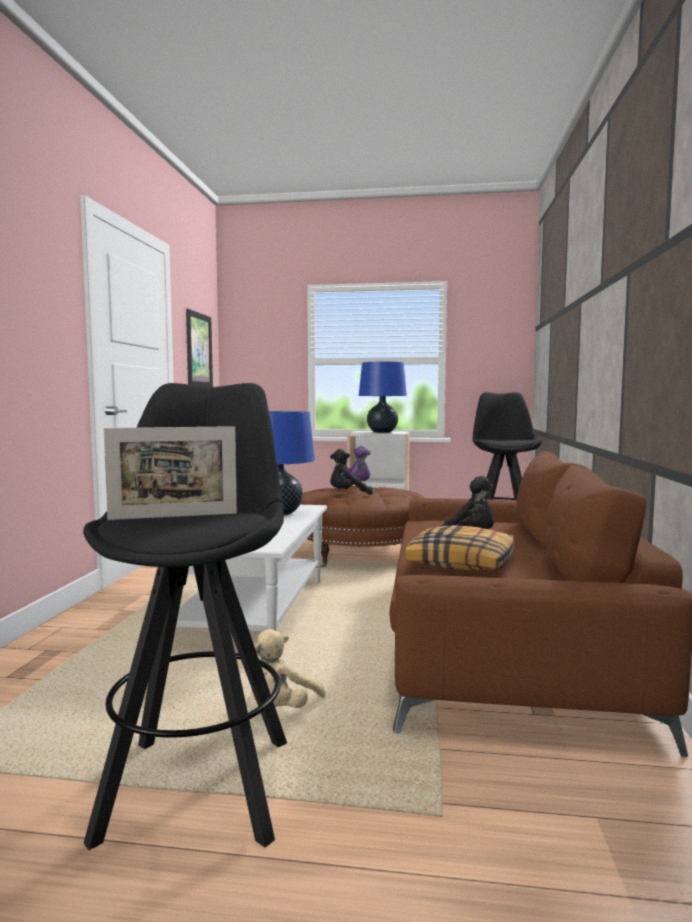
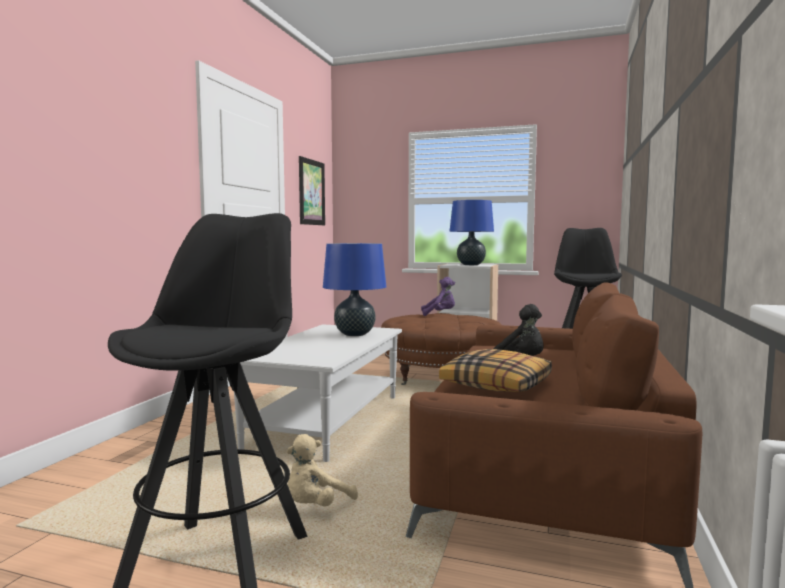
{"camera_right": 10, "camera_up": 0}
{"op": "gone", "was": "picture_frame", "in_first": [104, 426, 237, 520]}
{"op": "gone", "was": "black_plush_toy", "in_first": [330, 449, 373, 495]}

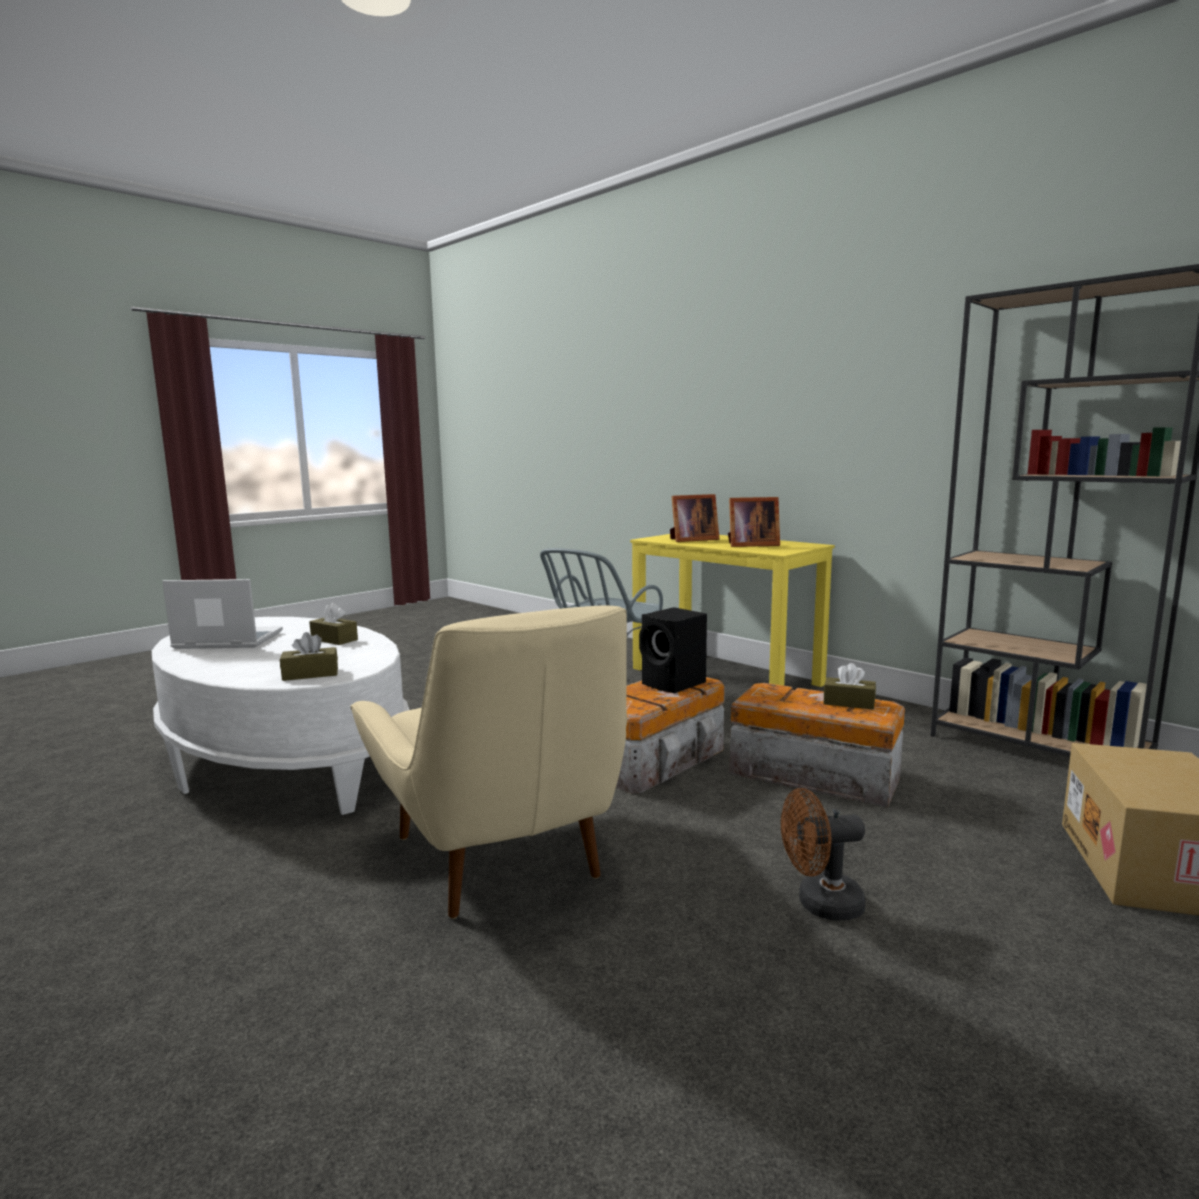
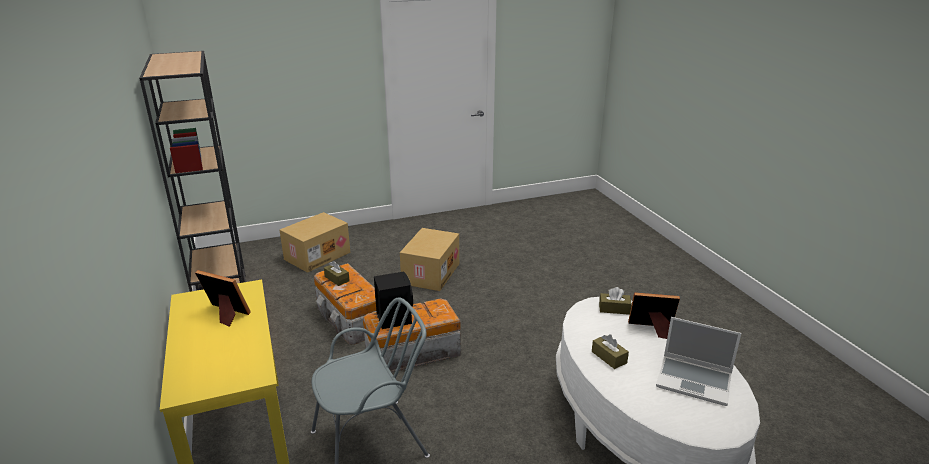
{"camera_right": -155, "camera_up": 15}
{"op": "swapped", "was": "brown_fan", "now": "cardboard_box", "in_first": [781, 788, 865, 921], "in_second": [400, 228, 459, 291]}
{"op": "shifted", "was": "picture_frame", "in_first": [670, 494, 719, 542], "in_second": [628, 292, 680, 339]}
{"op": "gone", "was": "beige_armchair", "in_first": [350, 606, 627, 919]}

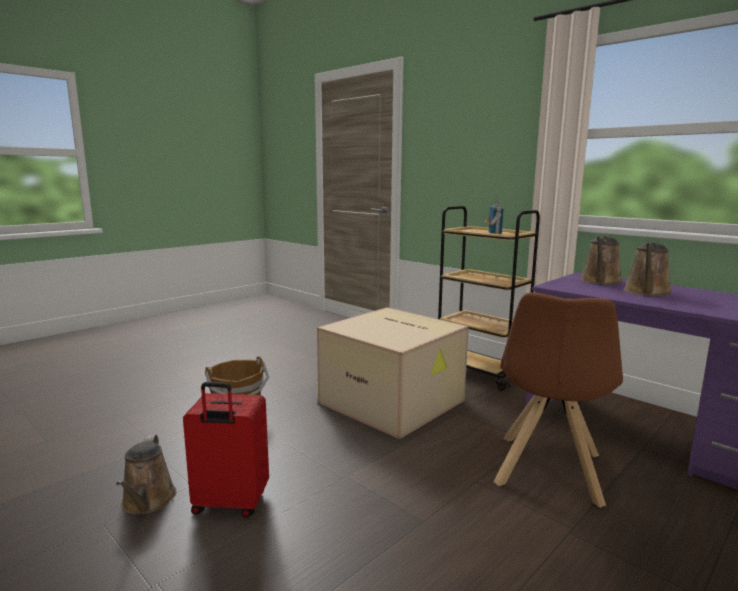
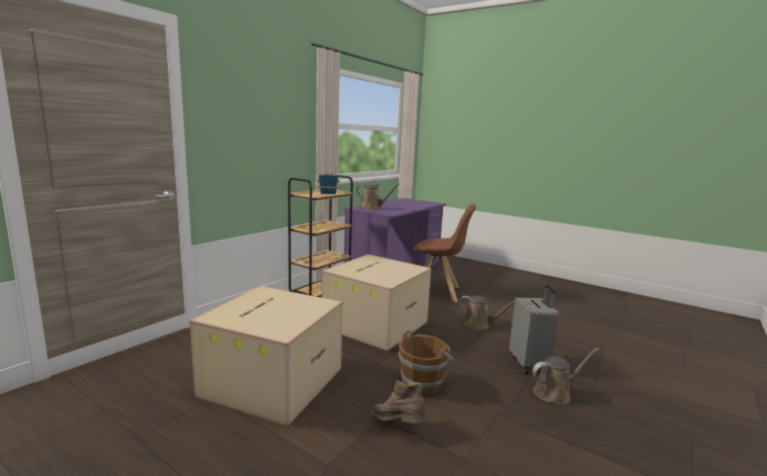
{"camera_right": -100, "camera_up": 0}
{"op": "new", "now": "cardboard_box", "in_second": [190, 286, 343, 426]}
{"op": "new", "now": "brown_boot", "in_second": [371, 379, 426, 423]}
{"op": "shifted", "was": "brown_watering_can", "in_first": [624, 242, 672, 296], "in_second": [459, 296, 515, 330]}
{"op": "repainted", "was": "red_suitcase", "now": "grey_suitcase", "in_first": [183, 382, 269, 517], "in_second": [509, 285, 559, 374]}

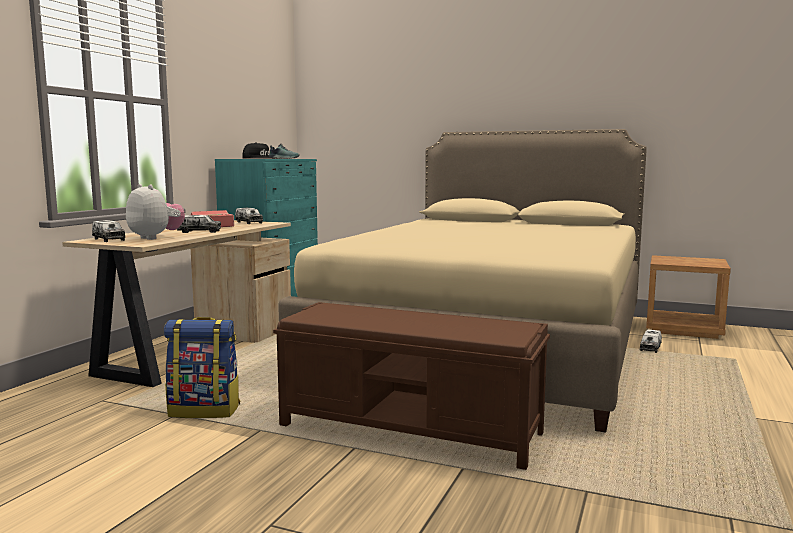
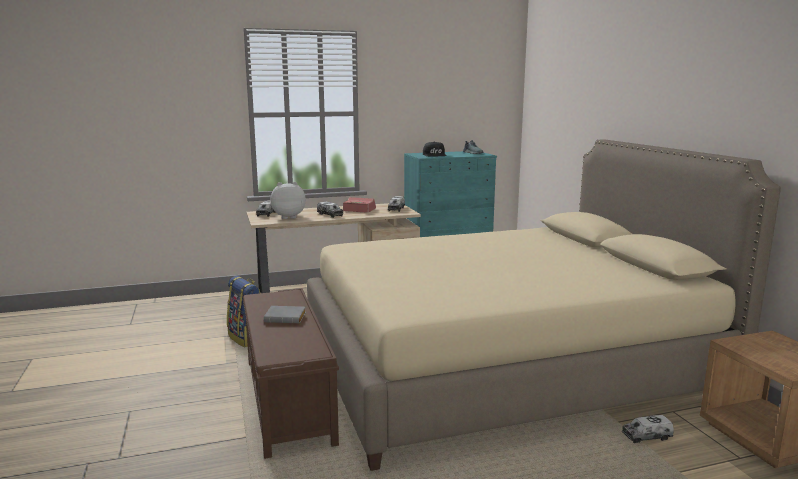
{"camera_right": 50, "camera_up": 5}
{"op": "new", "now": "grey_book", "in_second": [264, 306, 306, 323]}
{"op": "rotated", "was": "plush_toy", "in_first": [126, 184, 185, 240], "in_second": [270, 182, 306, 219], "clockwise": -105}

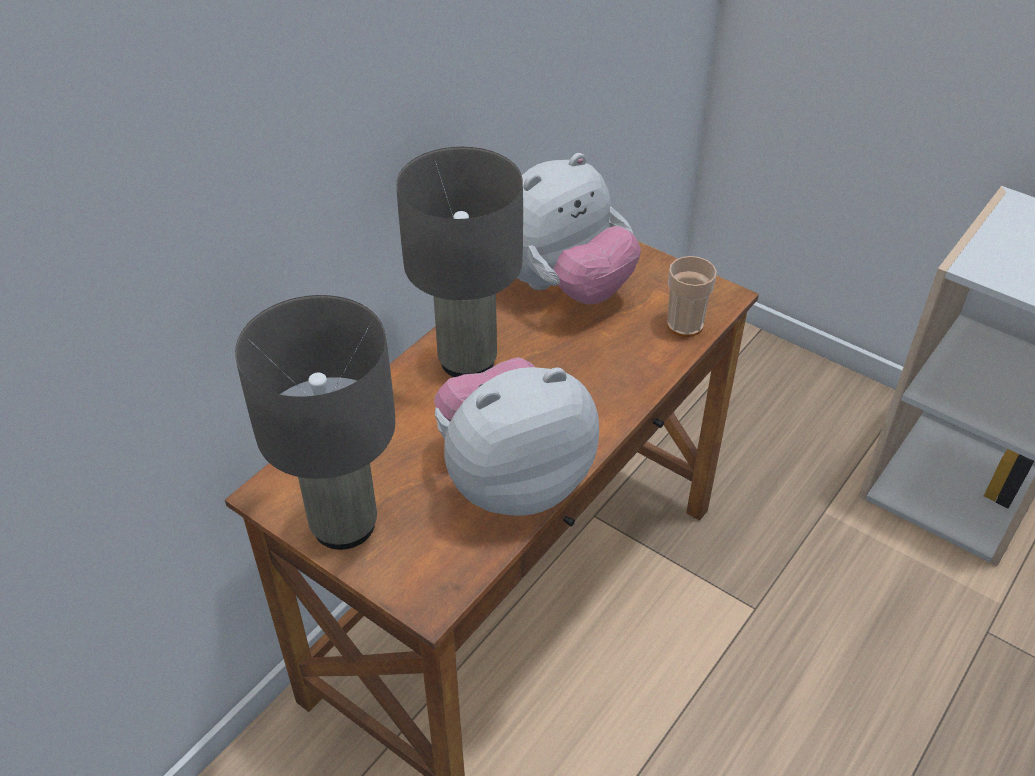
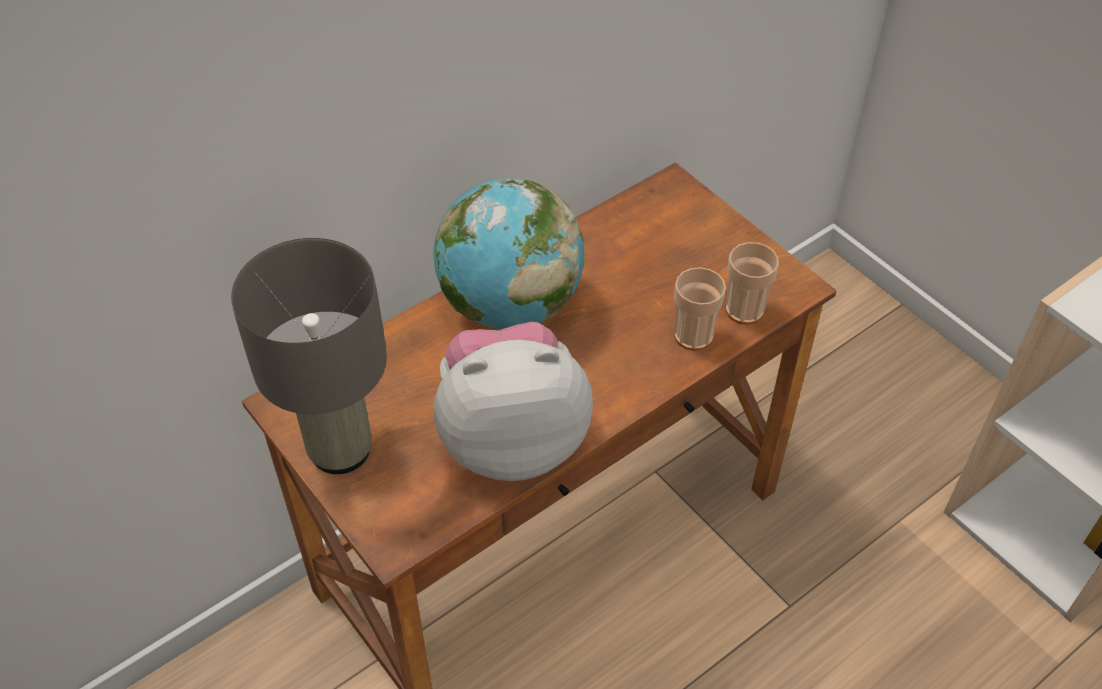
{"camera_right": 15, "camera_up": 5}
{"op": "swapped", "was": "grey_table_lamp", "now": "globe", "in_first": [396, 147, 523, 377], "in_second": [433, 178, 584, 329]}
{"op": "new", "now": "cup", "in_second": [674, 267, 726, 351]}
{"op": "gone", "was": "plush_toy", "in_first": [517, 153, 641, 304]}

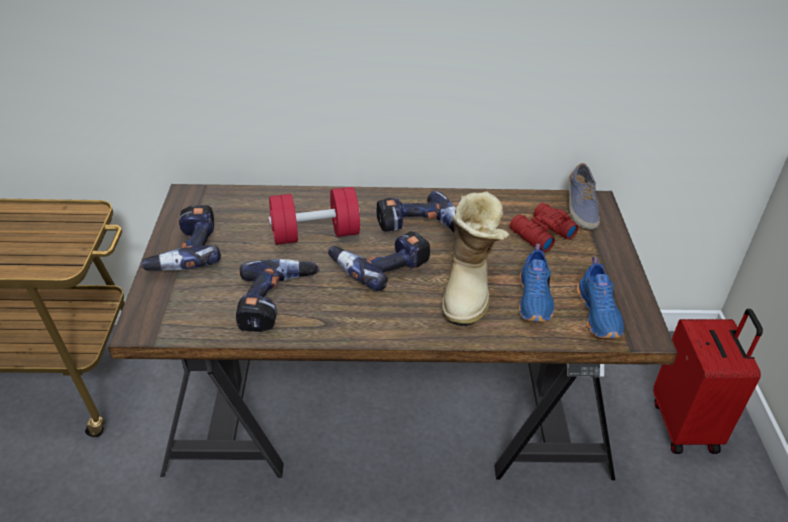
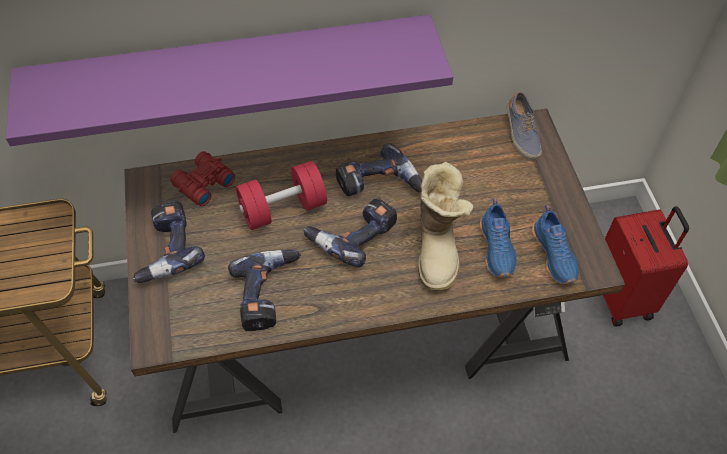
{"camera_right": -10, "camera_up": 15}
{"op": "new", "now": "purple_shelf", "in_second": [6, 15, 453, 146]}
{"op": "shifted", "was": "red_binoculars", "in_first": [510, 203, 578, 252], "in_second": [170, 151, 235, 206]}

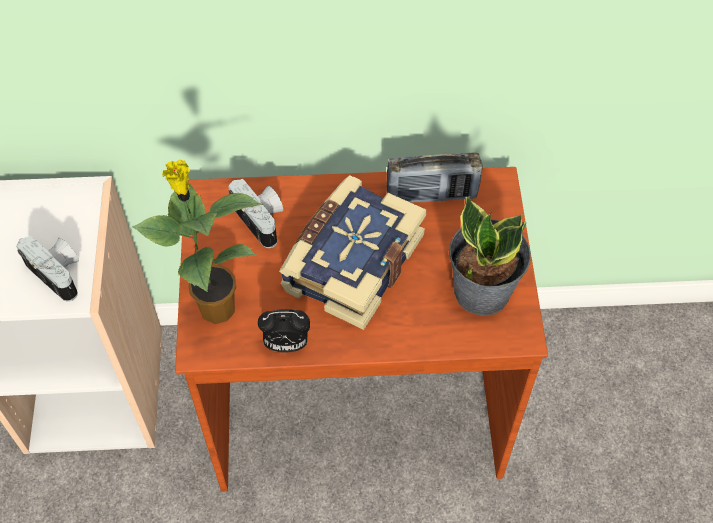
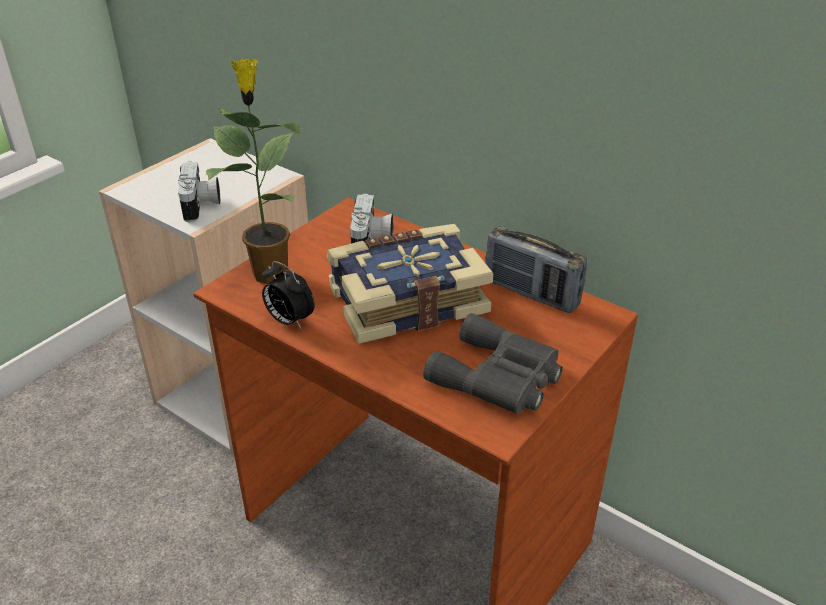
{"camera_right": 40, "camera_up": -20}
{"op": "swapped", "was": "potted_plant", "now": "grey_binoculars", "in_first": [449, 196, 531, 316], "in_second": [423, 313, 563, 414]}

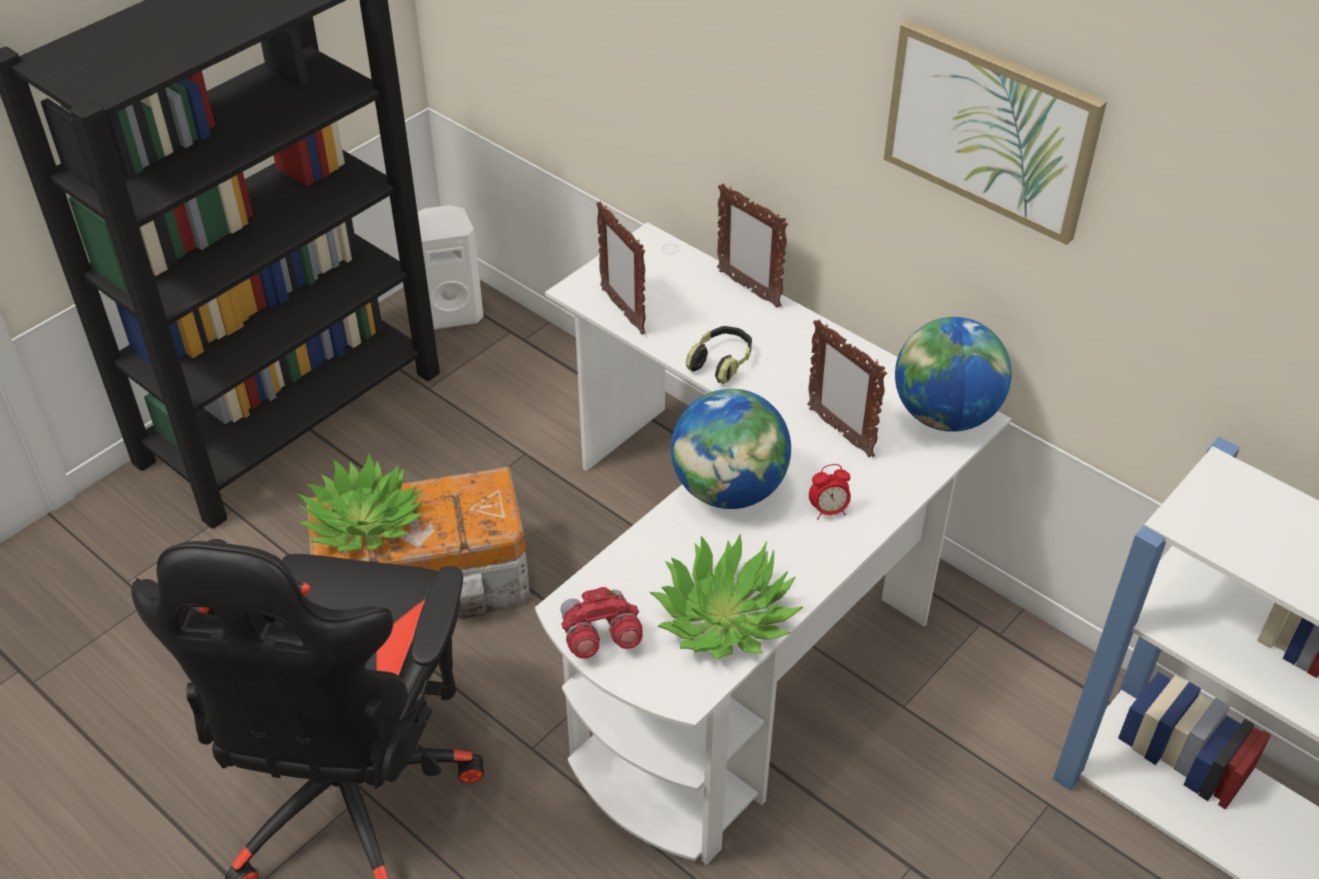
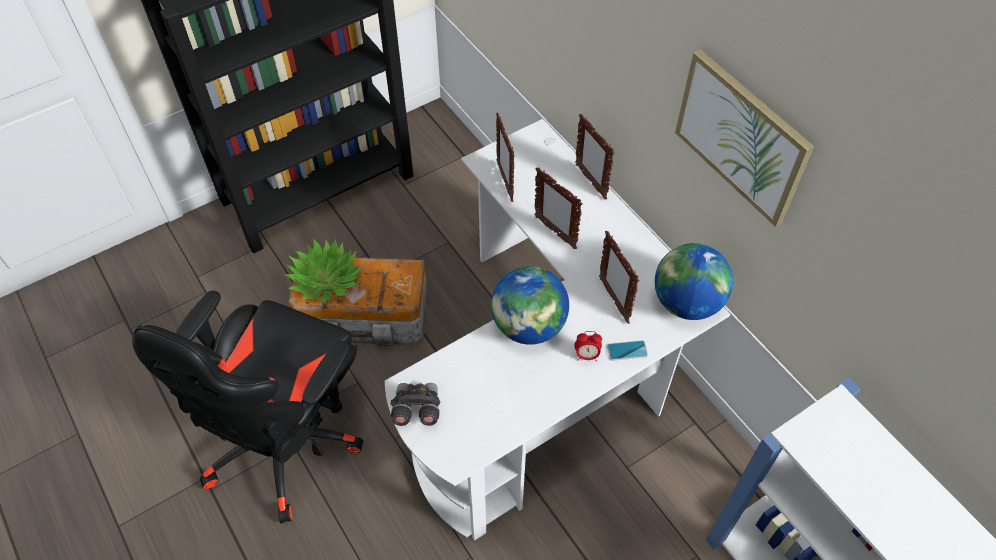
{"camera_right": 15, "camera_up": 10}
{"op": "repainted", "was": "red_binoculars", "now": "grey_binoculars", "in_first": [561, 587, 643, 659], "in_second": [391, 383, 440, 426]}
{"op": "swapped", "was": "headphones", "now": "picture_frame", "in_first": [686, 326, 752, 384], "in_second": [534, 168, 583, 249]}
{"op": "new", "now": "phone", "in_second": [607, 340, 648, 361]}
{"op": "gone", "was": "white_speaker", "in_first": [418, 205, 484, 329]}
{"op": "gone", "was": "potted_plant", "in_first": [650, 534, 803, 660]}

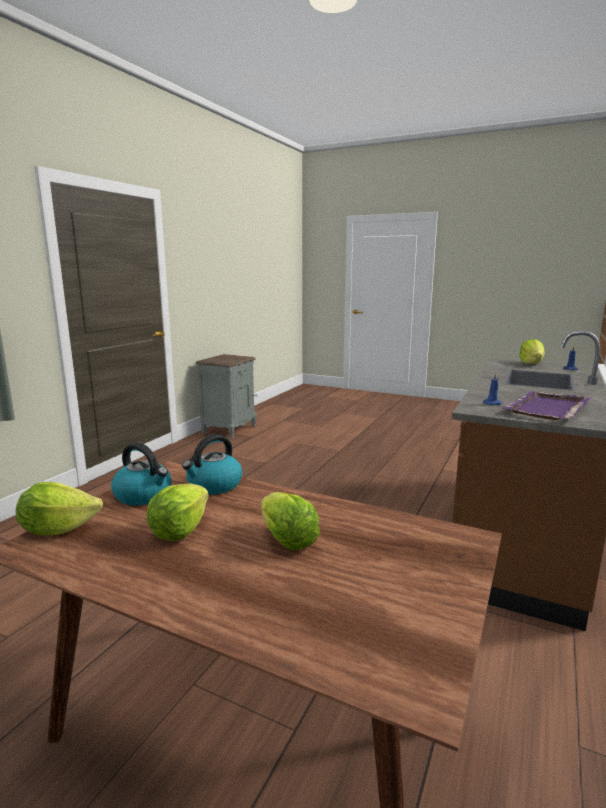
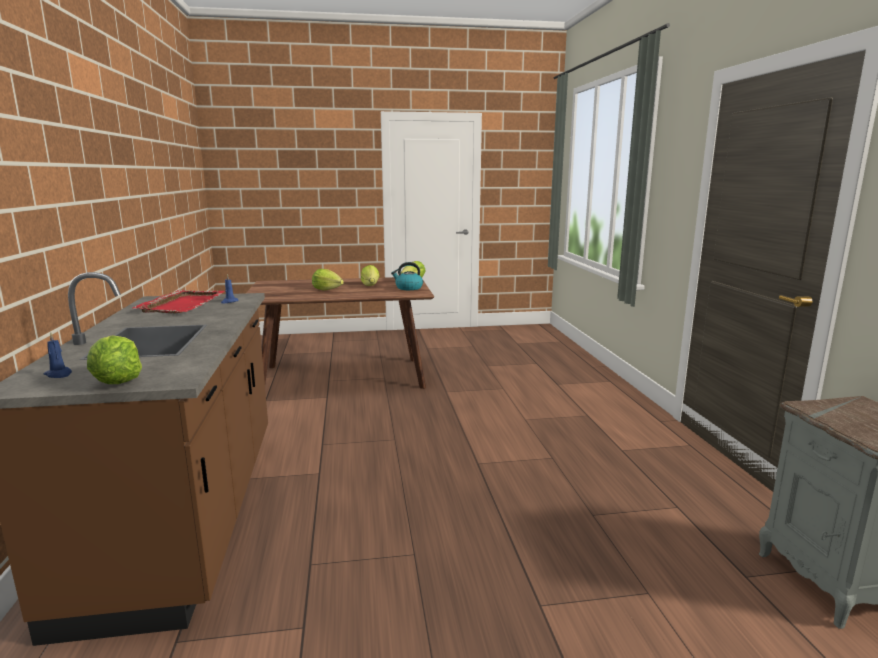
{"camera_right": 145, "camera_up": 0}
{"op": "repainted", "was": "purple_tray", "now": "red_tray", "in_first": [502, 391, 591, 420], "in_second": [133, 290, 225, 313]}
{"op": "gone", "was": "kettle", "in_first": [182, 435, 242, 495]}

